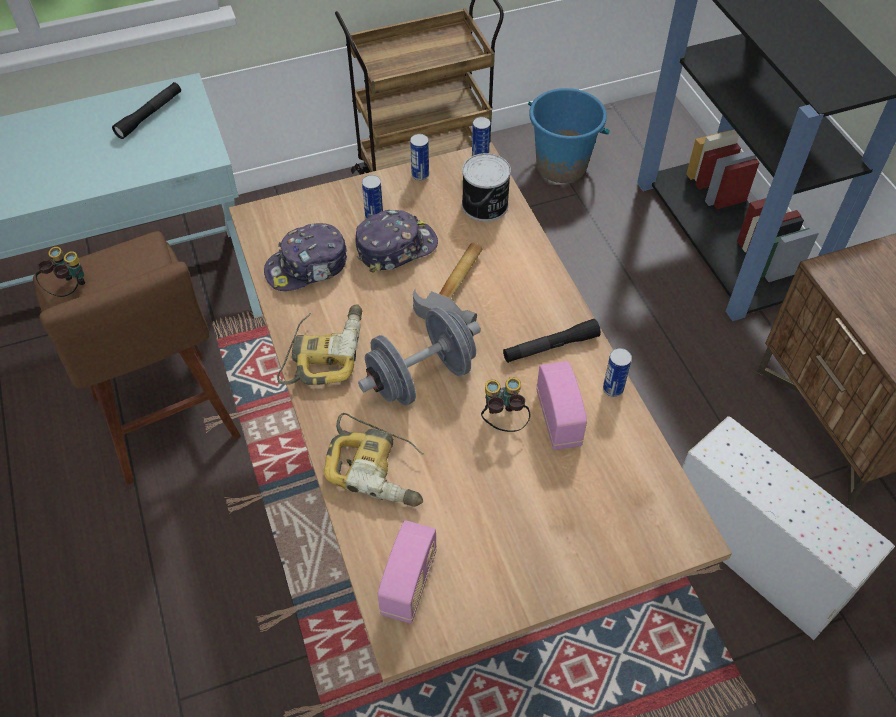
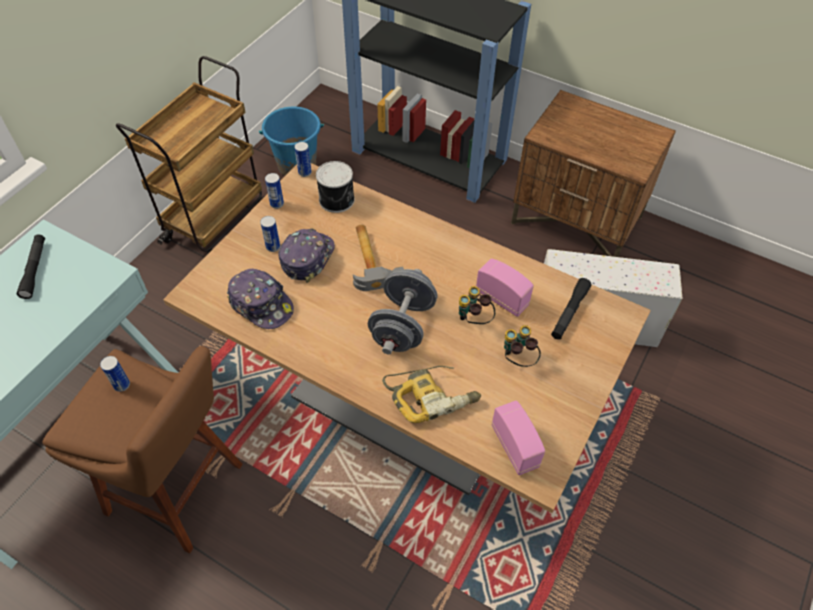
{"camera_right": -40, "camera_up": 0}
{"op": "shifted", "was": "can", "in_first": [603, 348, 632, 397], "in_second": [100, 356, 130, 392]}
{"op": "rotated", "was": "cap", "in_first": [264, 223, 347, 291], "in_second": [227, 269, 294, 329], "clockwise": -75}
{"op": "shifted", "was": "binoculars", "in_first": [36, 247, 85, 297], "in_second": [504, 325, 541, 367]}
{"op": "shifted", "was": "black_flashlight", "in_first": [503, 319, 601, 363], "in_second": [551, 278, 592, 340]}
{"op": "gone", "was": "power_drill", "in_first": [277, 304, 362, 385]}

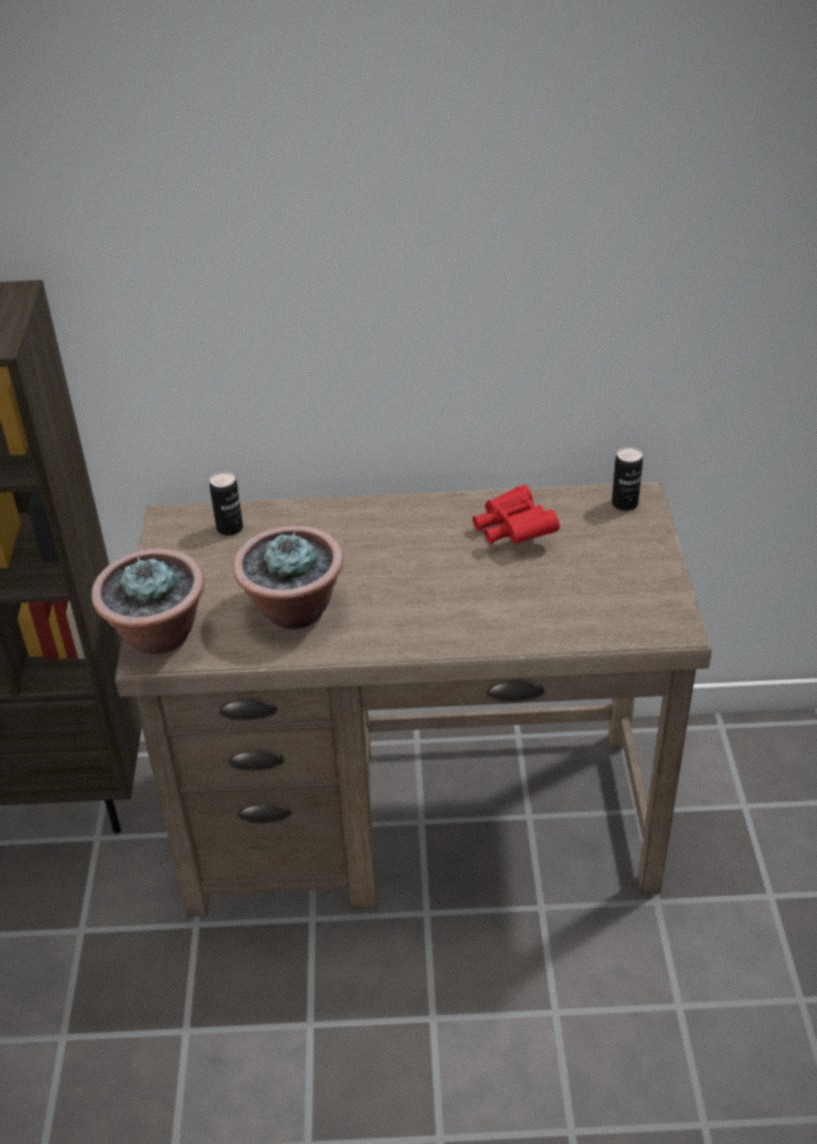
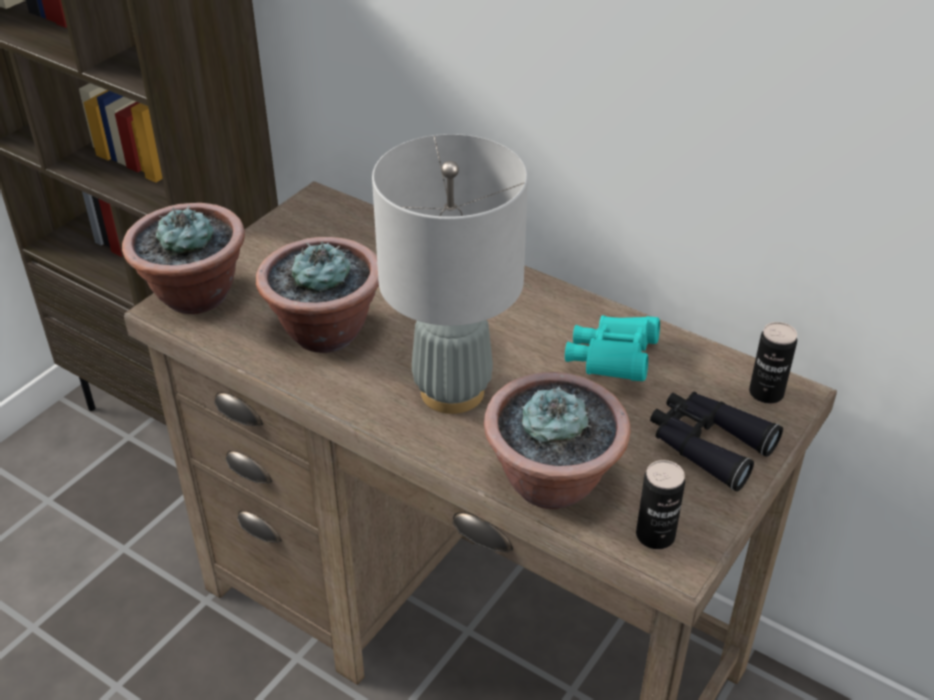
{"camera_right": 35, "camera_up": 0}
{"op": "new", "now": "grey_table_lamp", "in_second": [372, 134, 528, 414]}
{"op": "new", "now": "potted_plant", "in_second": [484, 372, 631, 509]}
{"op": "repainted", "was": "red_binoculars", "now": "turquoise_binoculars", "in_first": [473, 485, 560, 545], "in_second": [565, 315, 660, 381]}
{"op": "shifted", "was": "can", "in_first": [209, 472, 243, 536], "in_second": [636, 460, 685, 549]}
{"op": "new", "now": "black_binoculars", "in_second": [650, 392, 783, 491]}

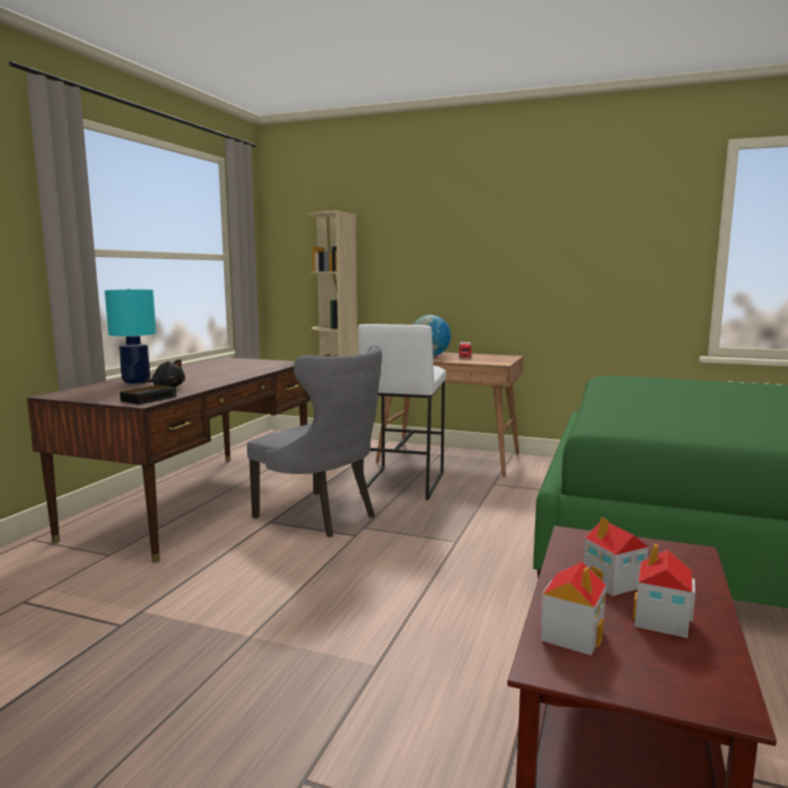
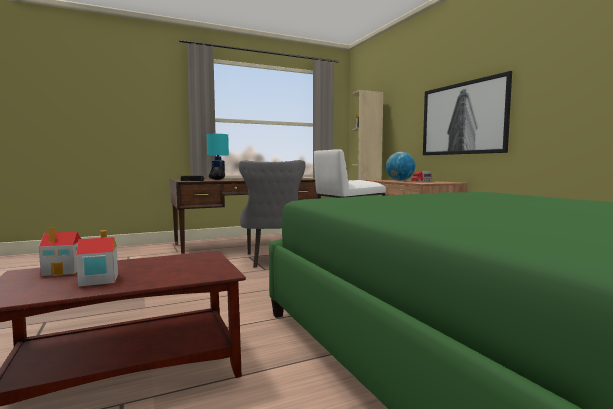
{"camera_right": 45, "camera_up": -5}
{"op": "new", "now": "picture", "in_second": [423, 71, 512, 155]}
{"op": "gone", "was": "toy_house", "in_first": [583, 517, 649, 596]}

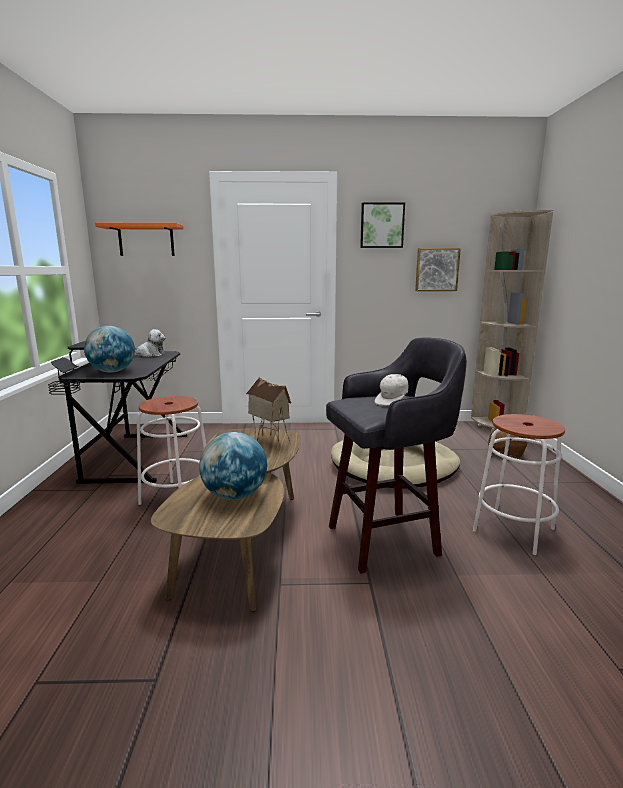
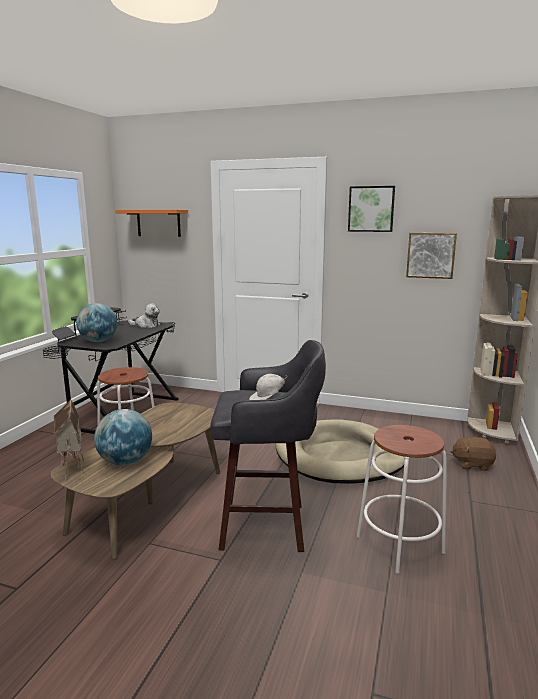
{"camera_right": 20, "camera_up": 0}
{"op": "shifted", "was": "toy_house", "in_first": [246, 377, 291, 449], "in_second": [54, 399, 85, 481]}

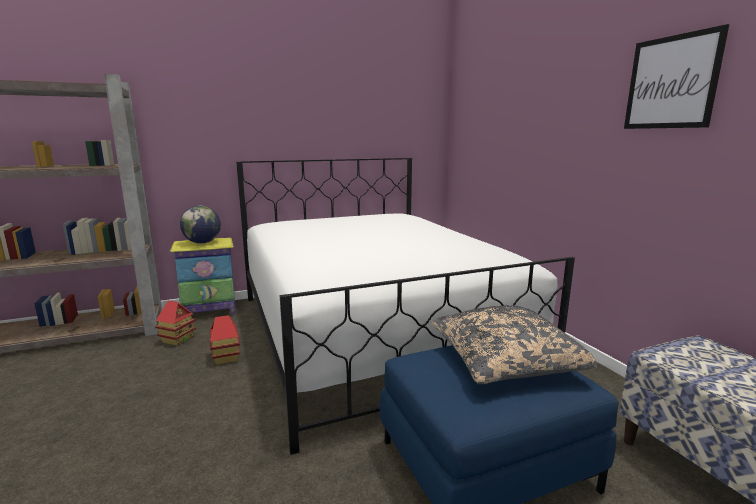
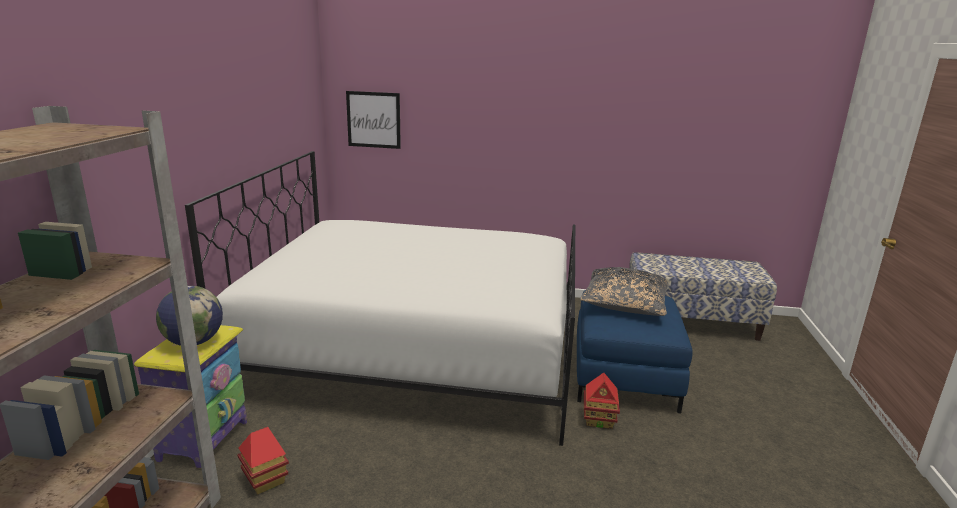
{"camera_right": -60, "camera_up": 5}
{"op": "shifted", "was": "picture", "in_first": [624, 24, 729, 129], "in_second": [346, 91, 401, 149]}
{"op": "shifted", "was": "toy_house", "in_first": [210, 315, 240, 365], "in_second": [584, 373, 620, 429]}

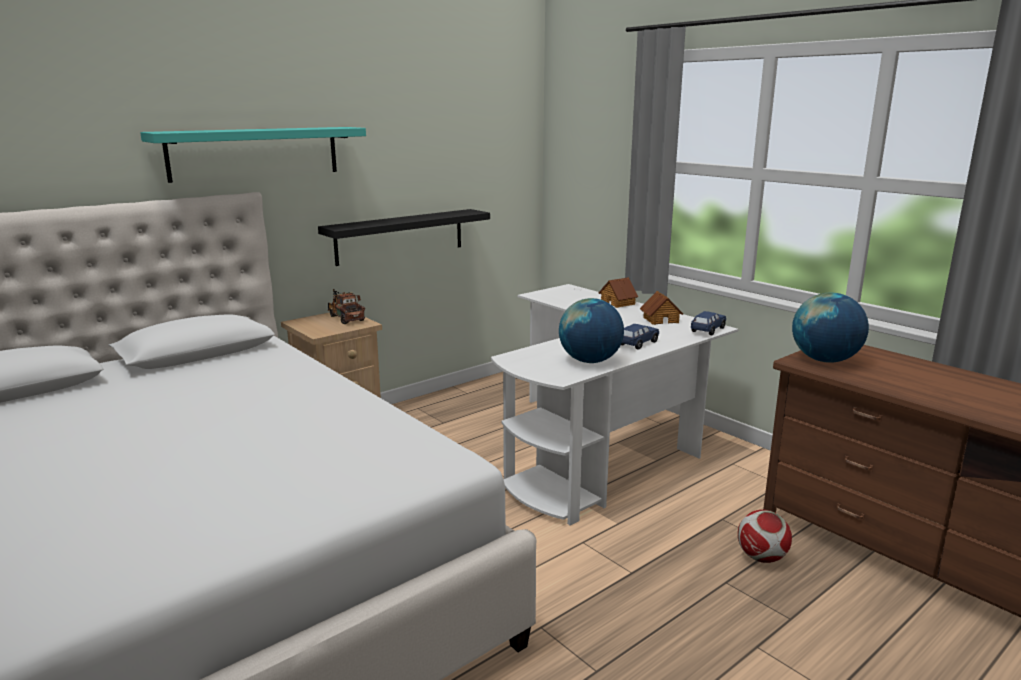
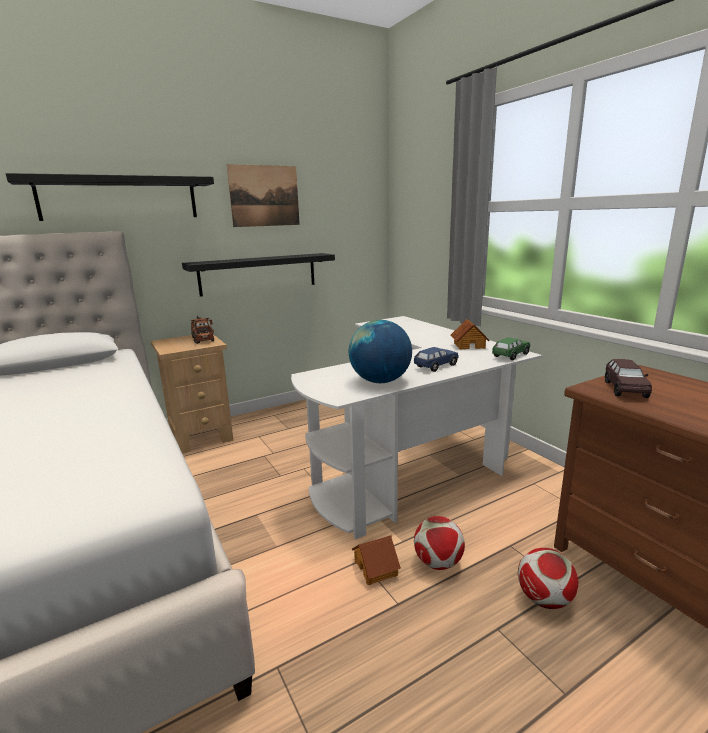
{"camera_right": 10, "camera_up": 0}
{"op": "repainted", "was": "turquoise_shelf", "now": "black_shelf", "in_first": [140, 127, 366, 183], "in_second": [6, 173, 214, 221]}
{"op": "new", "now": "picture", "in_second": [227, 164, 300, 227]}
{"op": "shifted", "was": "toy_house", "in_first": [599, 277, 638, 308], "in_second": [352, 535, 401, 585]}
{"op": "new", "now": "football", "in_second": [414, 516, 465, 570]}
{"op": "repainted", "was": "blue_toy_car", "now": "green_toy_car", "in_first": [691, 311, 726, 335], "in_second": [492, 337, 530, 360]}
{"op": "swapped", "was": "globe", "now": "brown_toy_car", "in_first": [792, 293, 869, 363], "in_second": [605, 359, 652, 398]}

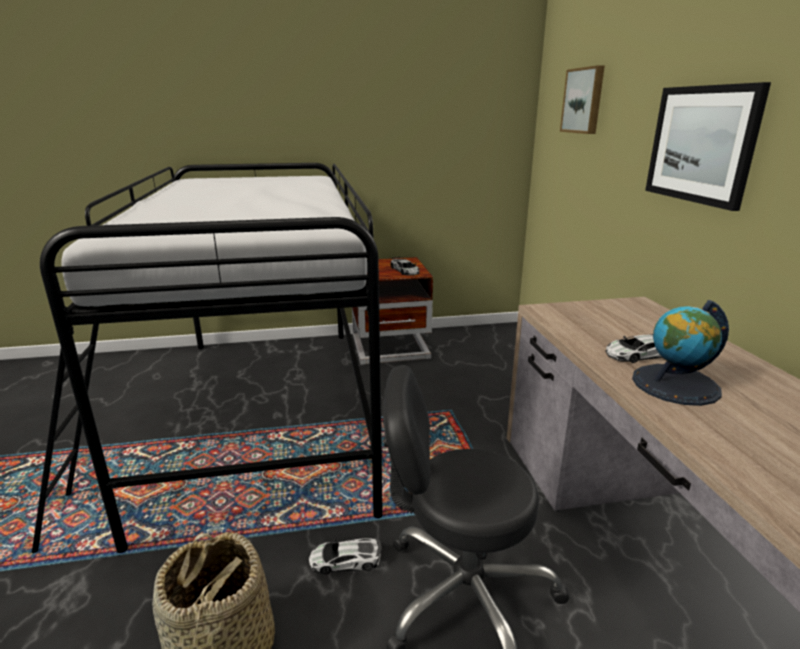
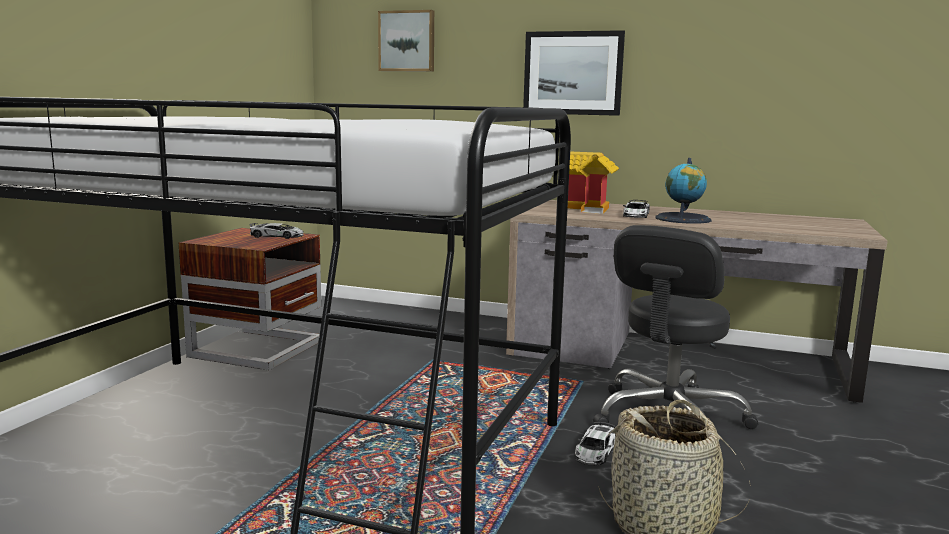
{"camera_right": -60, "camera_up": -10}
{"op": "new", "now": "toy_house", "in_second": [568, 152, 619, 214]}

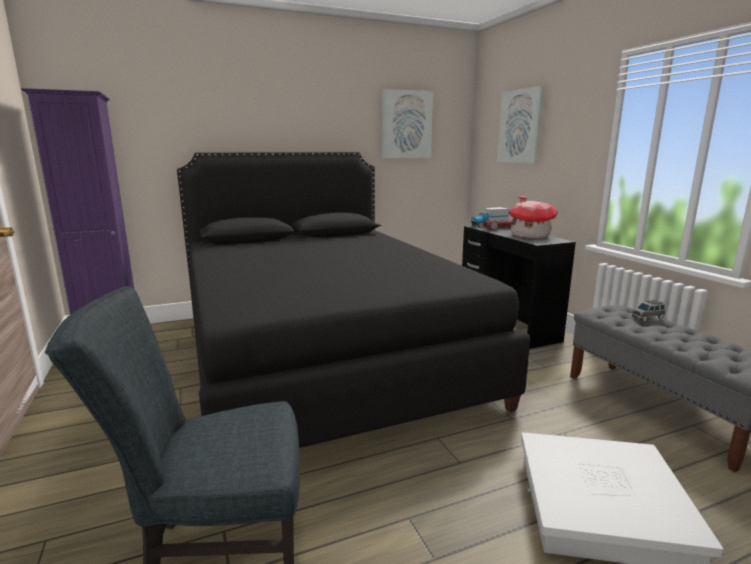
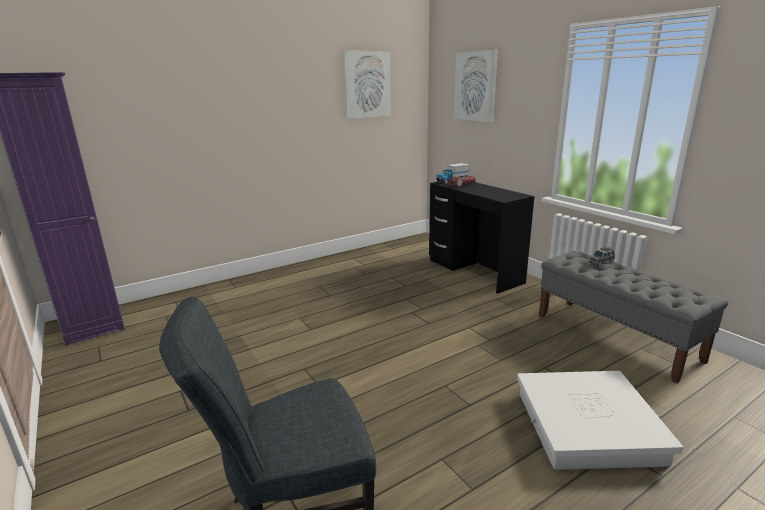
{"camera_right": -10, "camera_up": 5}
{"op": "gone", "was": "black_bed", "in_first": [177, 152, 530, 448]}
{"op": "gone", "was": "toy_house", "in_first": [509, 196, 557, 238]}

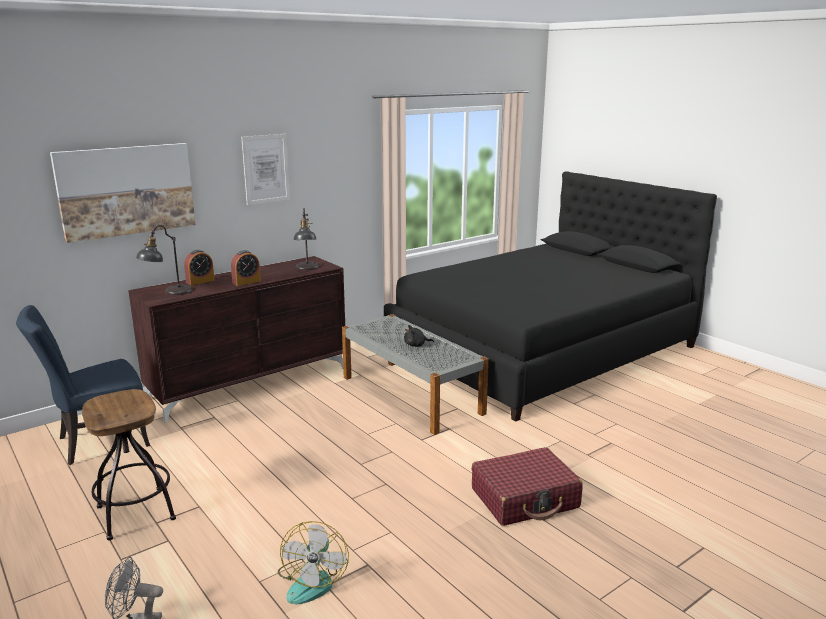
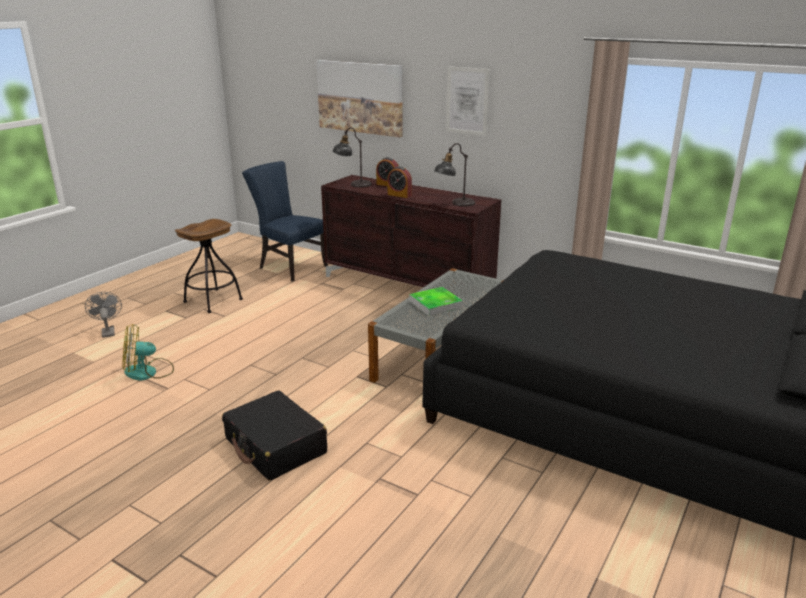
{"camera_right": 70, "camera_up": 5}
{"op": "repainted", "was": "red_suitcase", "now": "black_suitcase", "in_first": [472, 447, 583, 526], "in_second": [222, 391, 327, 481]}
{"op": "swapped", "was": "black_plush_toy", "now": "tray", "in_first": [404, 325, 434, 347], "in_second": [409, 287, 463, 316]}

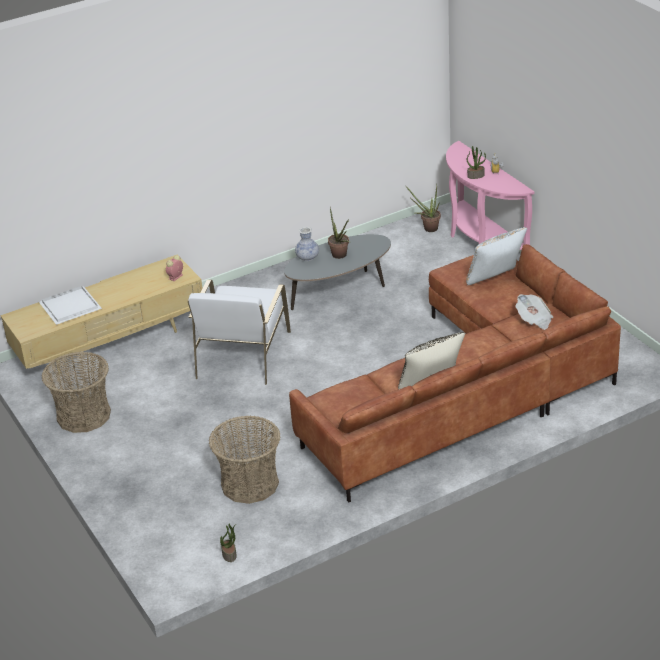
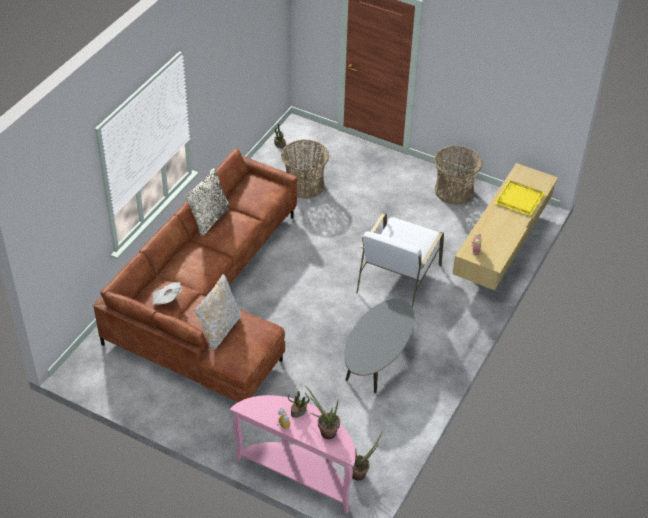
{"camera_right": 145, "camera_up": 10}
{"op": "shifted", "was": "potted_plant", "in_first": [328, 208, 350, 259], "in_second": [306, 386, 340, 439]}
{"op": "rotated", "was": "white_armchair", "in_first": [188, 280, 291, 385], "in_second": [356, 213, 444, 308], "clockwise": -135}
{"op": "repainted", "was": "white_tray", "now": "yellow_tray", "in_first": [39, 286, 102, 325], "in_second": [495, 181, 545, 216]}
{"op": "gone", "was": "vase", "in_first": [295, 227, 319, 261]}

